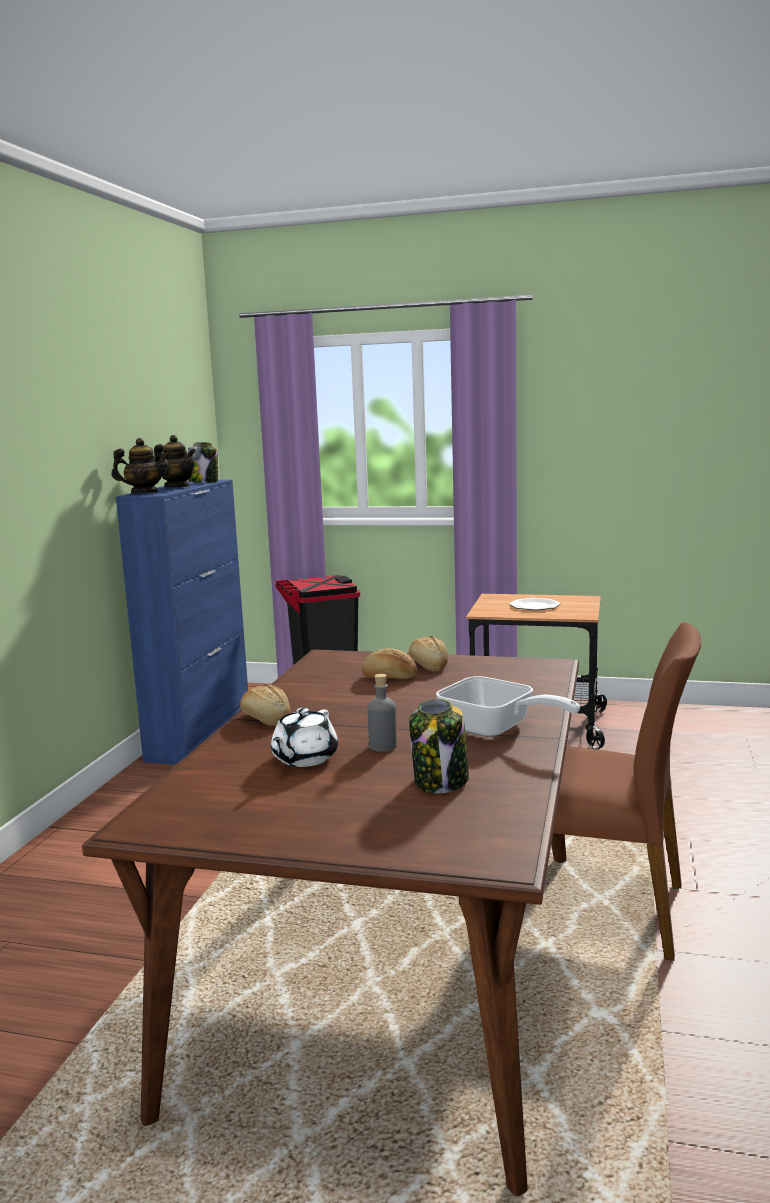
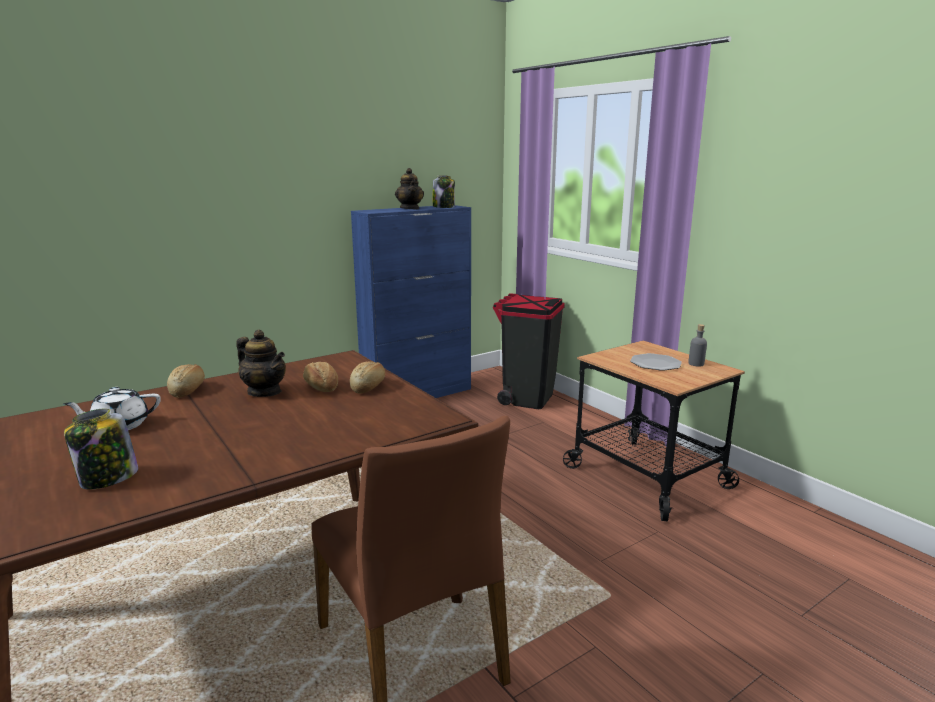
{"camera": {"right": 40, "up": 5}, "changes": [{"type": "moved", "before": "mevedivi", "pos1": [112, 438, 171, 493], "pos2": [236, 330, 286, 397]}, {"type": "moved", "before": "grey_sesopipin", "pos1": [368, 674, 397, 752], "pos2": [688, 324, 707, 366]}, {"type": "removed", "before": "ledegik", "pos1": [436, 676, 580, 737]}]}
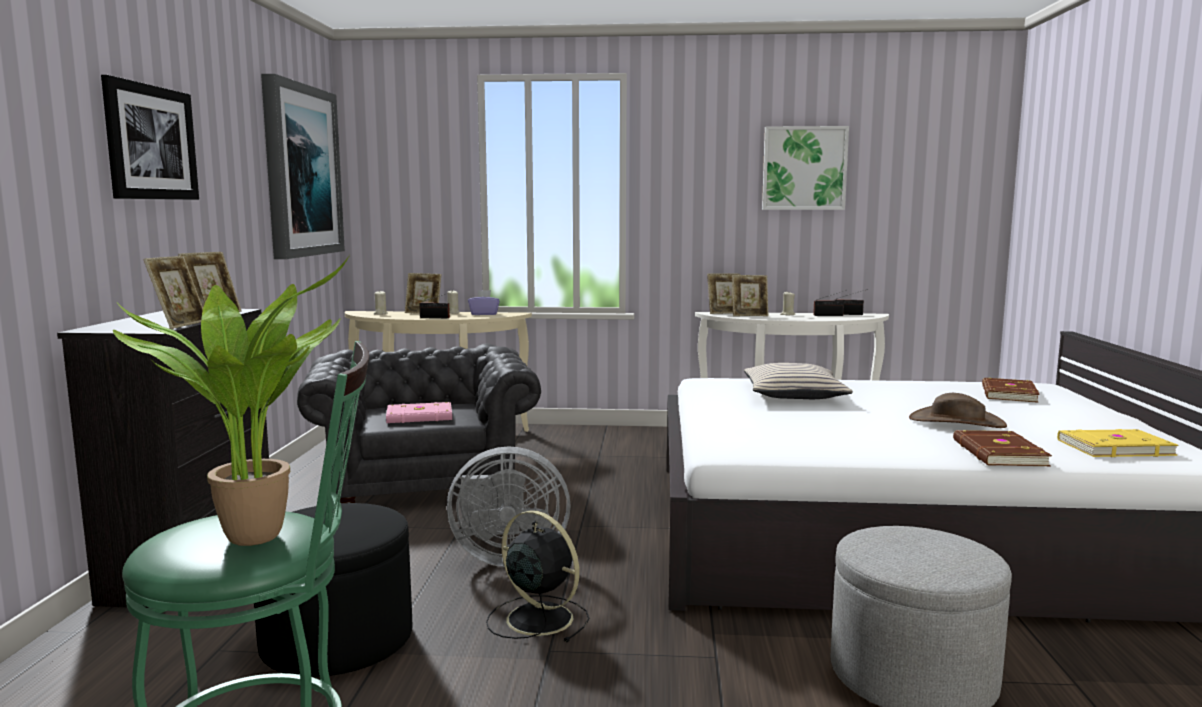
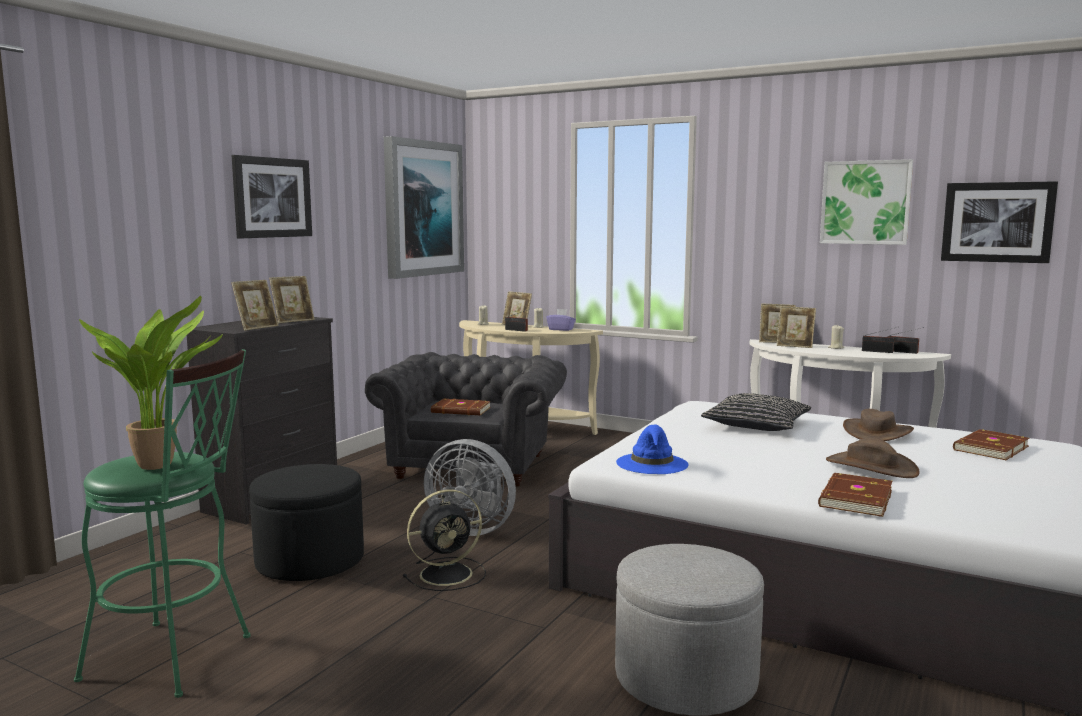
{"camera": {"right": 25, "up": 0}, "changes": [{"type": "recoloured", "before": "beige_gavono", "after": "black_gavono", "pos1": [744, 363, 853, 399], "pos2": [701, 393, 811, 431]}, {"type": "recoloured", "before": "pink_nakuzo", "after": "brown_nakuzo", "pos1": [386, 402, 452, 423], "pos2": [431, 399, 491, 415]}, {"type": "removed", "before": "yellow_nakuzo", "pos1": [1057, 429, 1178, 457]}, {"type": "turned", "before": "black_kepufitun", "pos1": [486, 510, 589, 642], "pos2": [403, 489, 486, 591], "turn": 90}, {"type": "added", "after": "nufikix", "pos2": [941, 181, 1058, 263]}, {"type": "added", "after": "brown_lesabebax", "pos2": [843, 409, 914, 441]}, {"type": "added", "after": "blue_lesabebax", "pos2": [616, 424, 688, 474]}]}
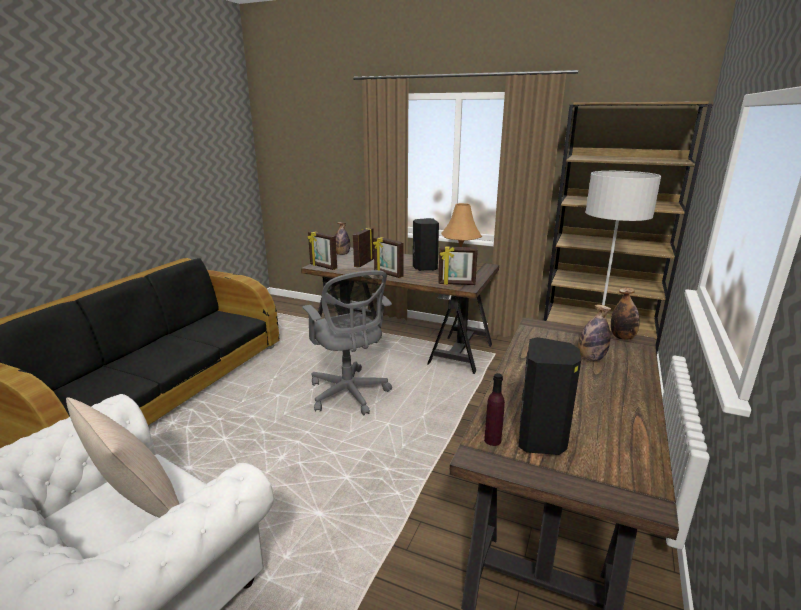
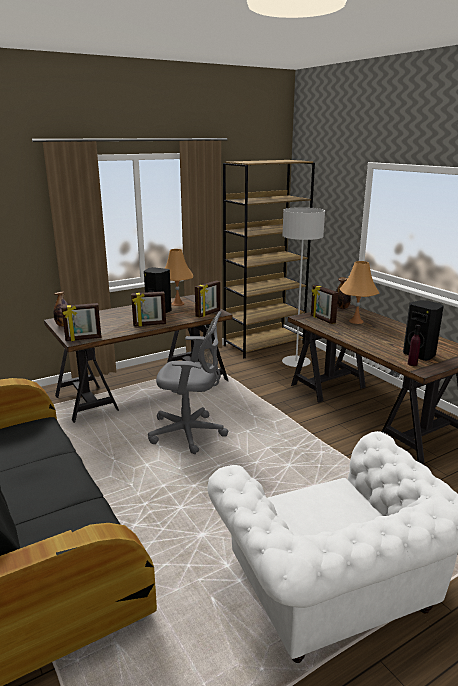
{"camera": {"right": -55, "up": 0}, "changes": [{"type": "moved", "before": "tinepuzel", "pos1": [353, 228, 374, 268], "pos2": [311, 285, 338, 324]}, {"type": "replaced", "before": "sesopipin", "after": "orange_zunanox", "pos1": [578, 304, 611, 361], "pos2": [340, 261, 379, 324]}, {"type": "removed", "before": "beige_gavono", "pos1": [66, 397, 179, 518]}]}
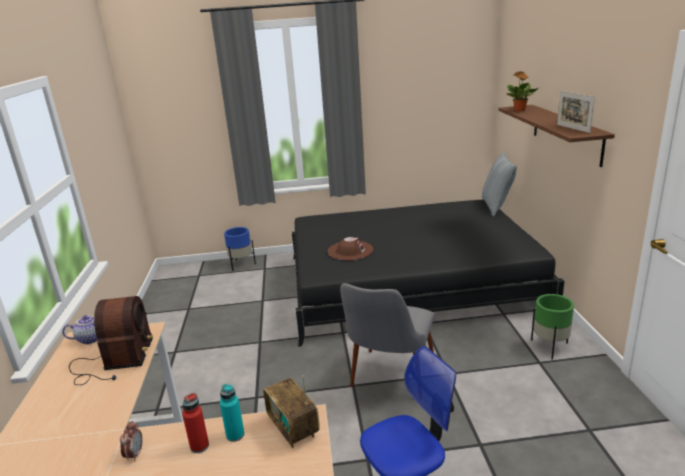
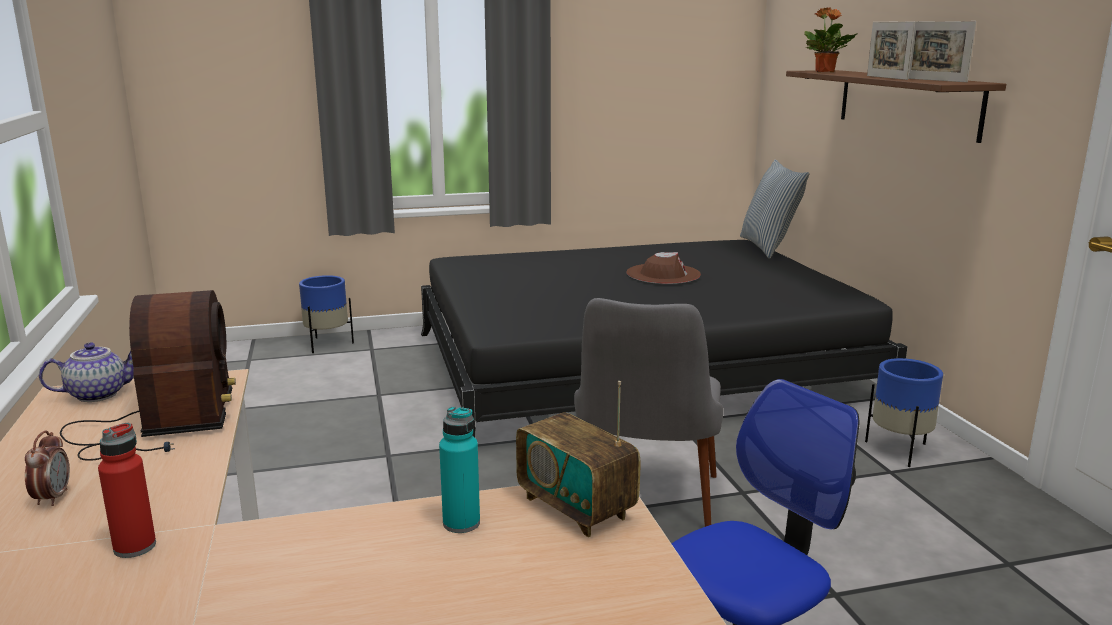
{"camera": {"right": -10, "up": -5}, "changes": [{"type": "moved", "before": "brown_lesabebax", "pos1": [328, 237, 373, 260], "pos2": [626, 252, 701, 284]}, {"type": "recoloured", "before": "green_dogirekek", "after": "blue_dogirekek", "pos1": [531, 294, 574, 360], "pos2": [865, 358, 943, 467]}, {"type": "moved", "before": "red_sesopipin", "pos1": [182, 393, 209, 453], "pos2": [98, 423, 156, 558]}, {"type": "moved", "before": "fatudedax", "pos1": [120, 421, 143, 461], "pos2": [25, 430, 70, 506]}, {"type": "added", "after": "tinepuzel", "pos2": [867, 21, 915, 80]}]}
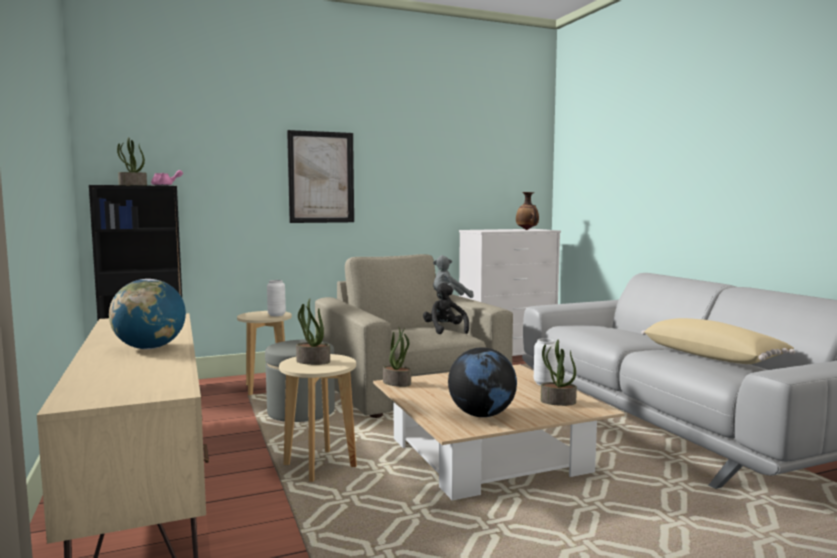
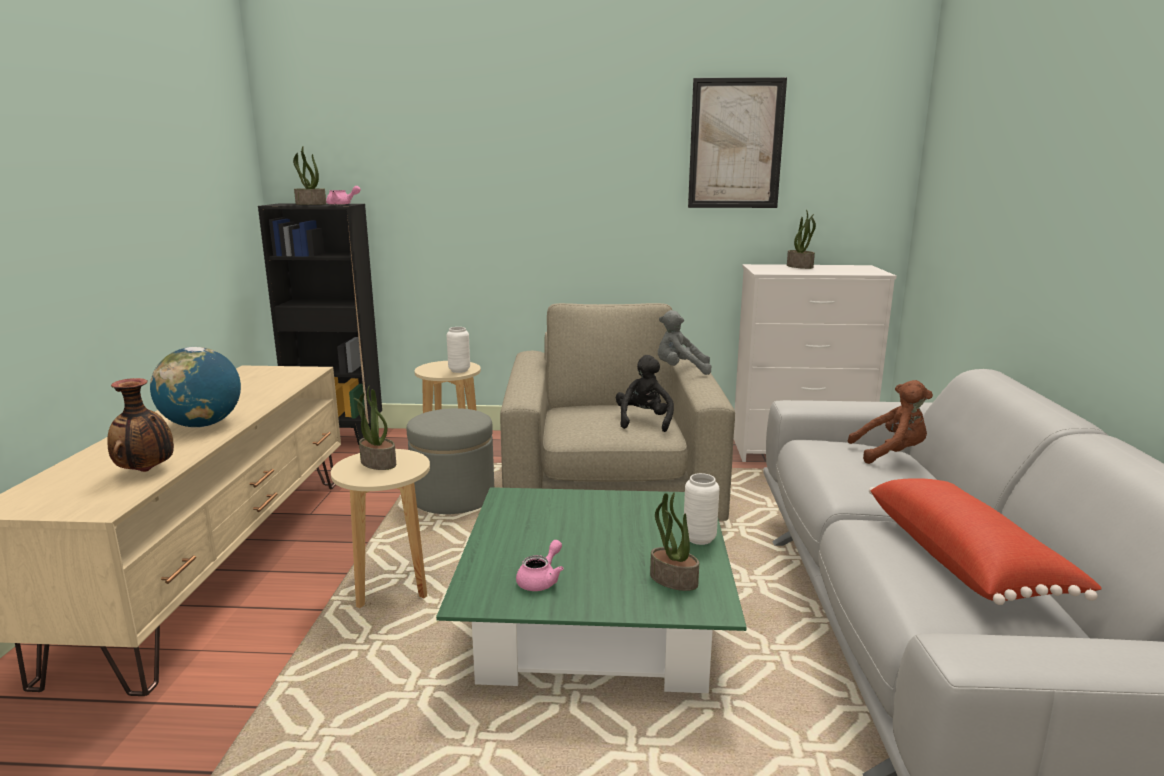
{"camera": {"right": 25, "up": 10}, "changes": [{"type": "moved", "before": "nufikix", "pos1": [287, 130, 354, 223], "pos2": [688, 77, 787, 208]}, {"type": "moved", "before": "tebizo", "pos1": [516, 192, 539, 230], "pos2": [107, 378, 174, 472]}, {"type": "recoloured", "before": "beige_gavono", "after": "red_gavono", "pos1": [642, 318, 795, 364], "pos2": [869, 478, 1102, 605]}, {"type": "moved", "before": "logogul", "pos1": [383, 326, 411, 387], "pos2": [787, 210, 816, 269]}, {"type": "replaced", "before": "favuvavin", "after": "pink_mevedivi", "pos1": [448, 347, 517, 417], "pos2": [516, 540, 564, 591]}, {"type": "recoloured", "before": "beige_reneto", "after": "green_reneto", "pos1": [373, 364, 625, 501], "pos2": [436, 487, 747, 693]}, {"type": "added", "after": "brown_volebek", "pos2": [848, 380, 933, 464]}]}
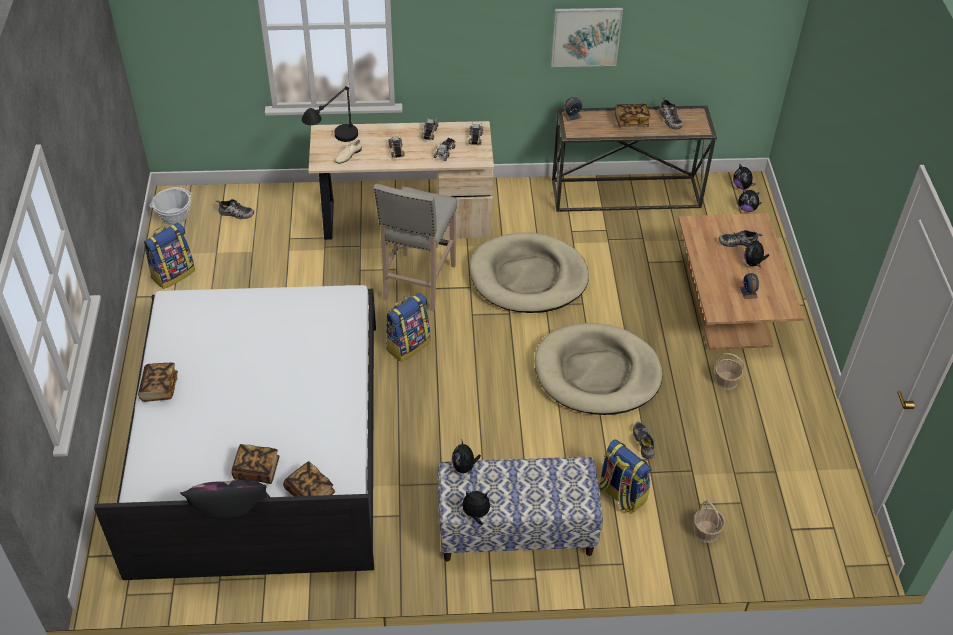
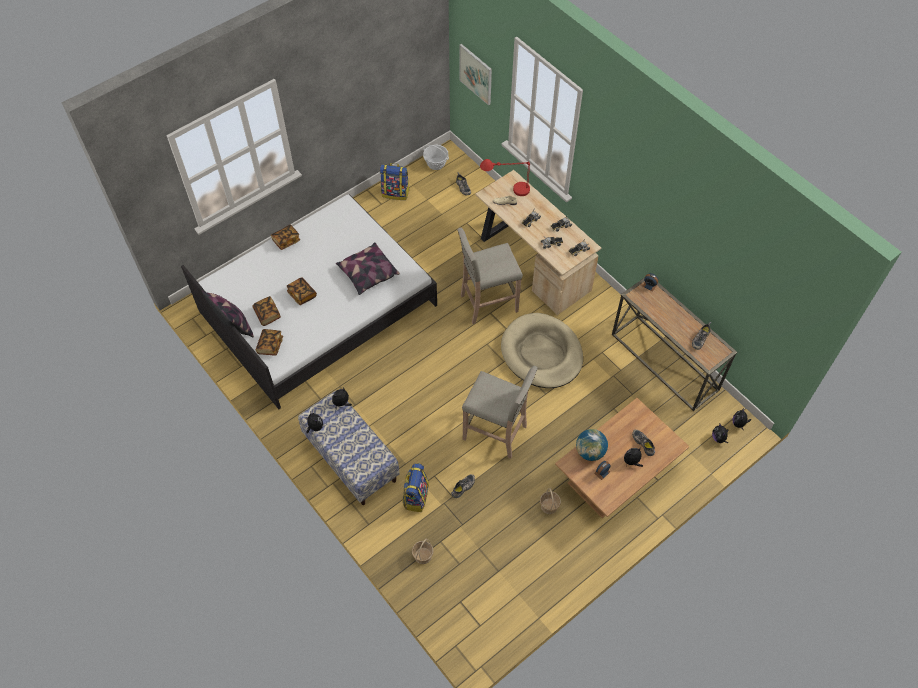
{"camera": {"right": 55, "up": 10}, "changes": [{"type": "moved", "before": "nufikix", "pos1": [551, 8, 623, 67], "pos2": [459, 44, 492, 106]}, {"type": "recoloured", "before": "black_zunanox", "after": "red_zunanox", "pos1": [302, 86, 358, 142], "pos2": [480, 159, 530, 196]}, {"type": "moved", "before": "nakuzo", "pos1": [615, 104, 650, 127], "pos2": [287, 278, 317, 305]}, {"type": "removed", "before": "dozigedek", "pos1": [385, 293, 430, 362]}, {"type": "replaced", "before": "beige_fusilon", "after": "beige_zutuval", "pos1": [535, 323, 662, 415], "pos2": [462, 366, 538, 459]}, {"type": "added", "after": "gavono", "pos2": [336, 242, 400, 295]}, {"type": "added", "after": "favuvavin", "pos2": [576, 429, 608, 461]}]}
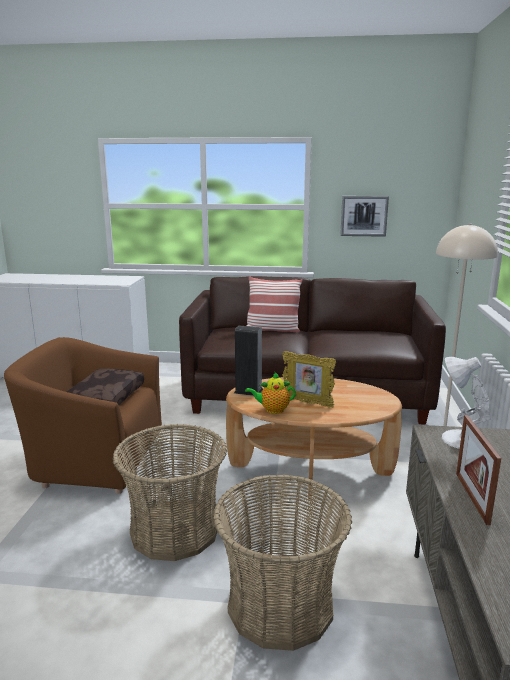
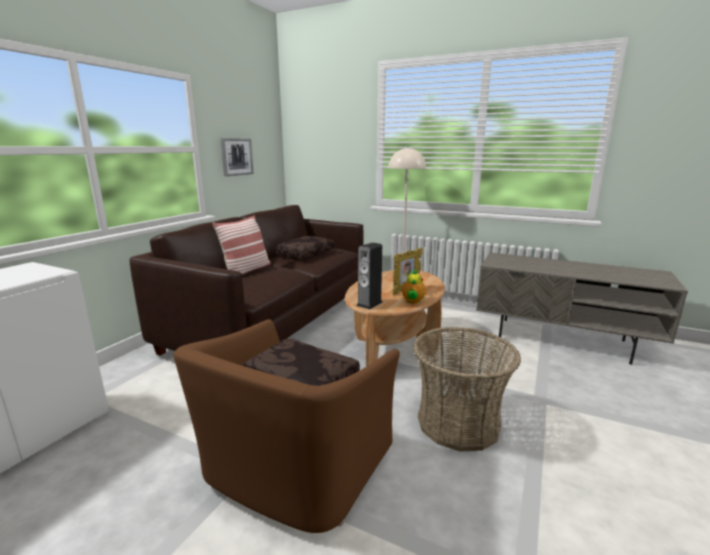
{"camera": {"right": -70, "up": 0}, "changes": [{"type": "removed", "before": "white_zunanox", "pos1": [442, 357, 491, 449]}, {"type": "removed", "before": "tinepuzel", "pos1": [456, 415, 501, 525]}, {"type": "removed", "before": "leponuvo", "pos1": [213, 474, 352, 651]}, {"type": "added", "after": "brown_gavono", "pos2": [274, 236, 334, 259]}]}
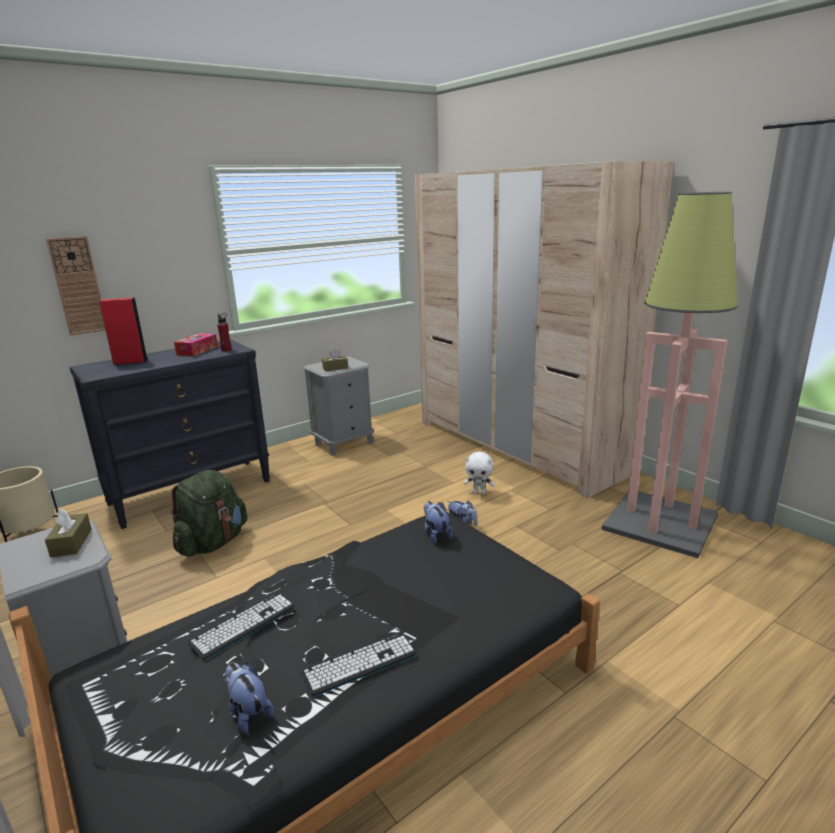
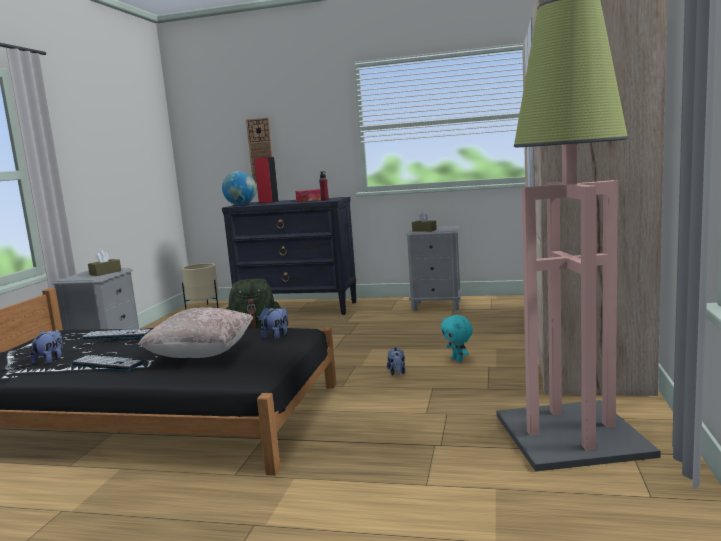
{"camera": {"right": 50, "up": -10}, "changes": [{"type": "recoloured", "before": "white_volebek", "after": "turquoise_volebek", "pos1": [464, 452, 495, 494], "pos2": [441, 315, 473, 362]}, {"type": "added", "after": "favuvavin", "pos2": [222, 171, 256, 205]}, {"type": "added", "after": "beige_gavono", "pos2": [138, 307, 254, 358]}]}
